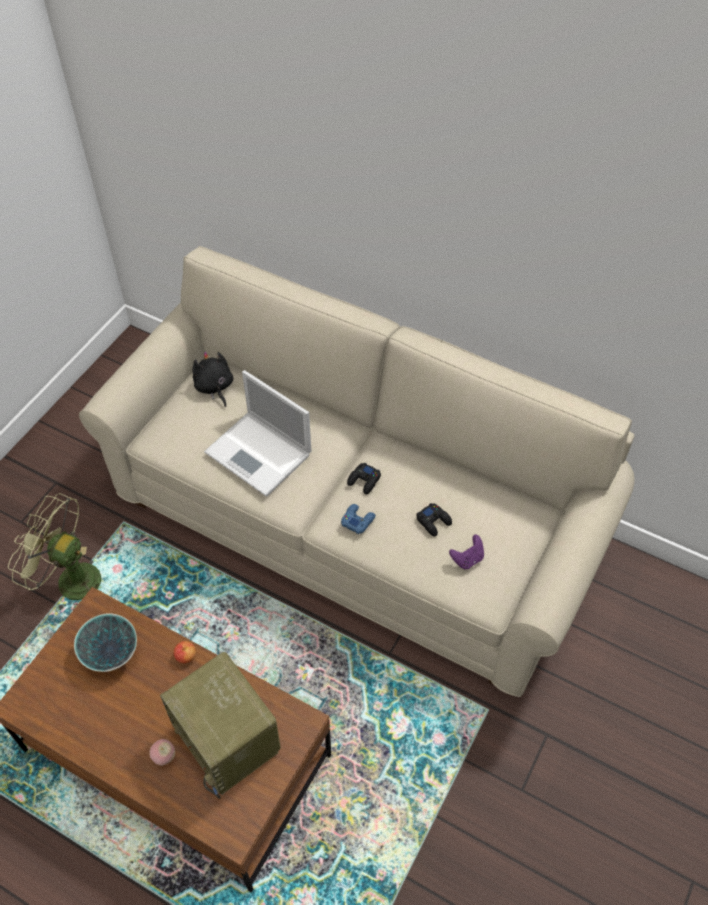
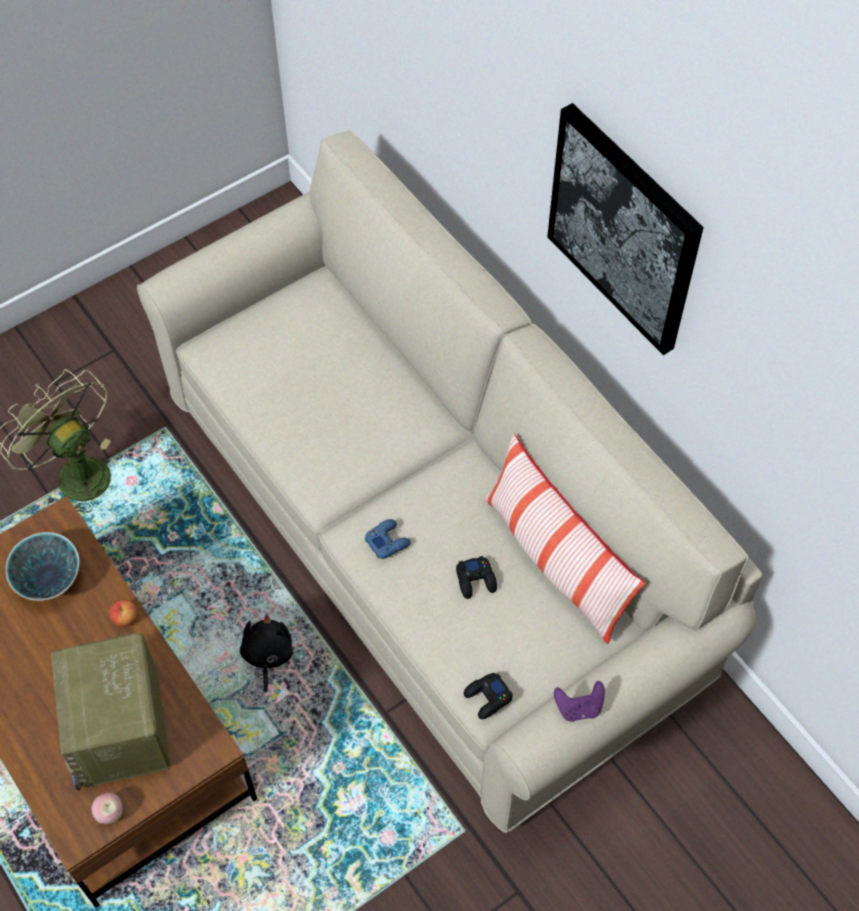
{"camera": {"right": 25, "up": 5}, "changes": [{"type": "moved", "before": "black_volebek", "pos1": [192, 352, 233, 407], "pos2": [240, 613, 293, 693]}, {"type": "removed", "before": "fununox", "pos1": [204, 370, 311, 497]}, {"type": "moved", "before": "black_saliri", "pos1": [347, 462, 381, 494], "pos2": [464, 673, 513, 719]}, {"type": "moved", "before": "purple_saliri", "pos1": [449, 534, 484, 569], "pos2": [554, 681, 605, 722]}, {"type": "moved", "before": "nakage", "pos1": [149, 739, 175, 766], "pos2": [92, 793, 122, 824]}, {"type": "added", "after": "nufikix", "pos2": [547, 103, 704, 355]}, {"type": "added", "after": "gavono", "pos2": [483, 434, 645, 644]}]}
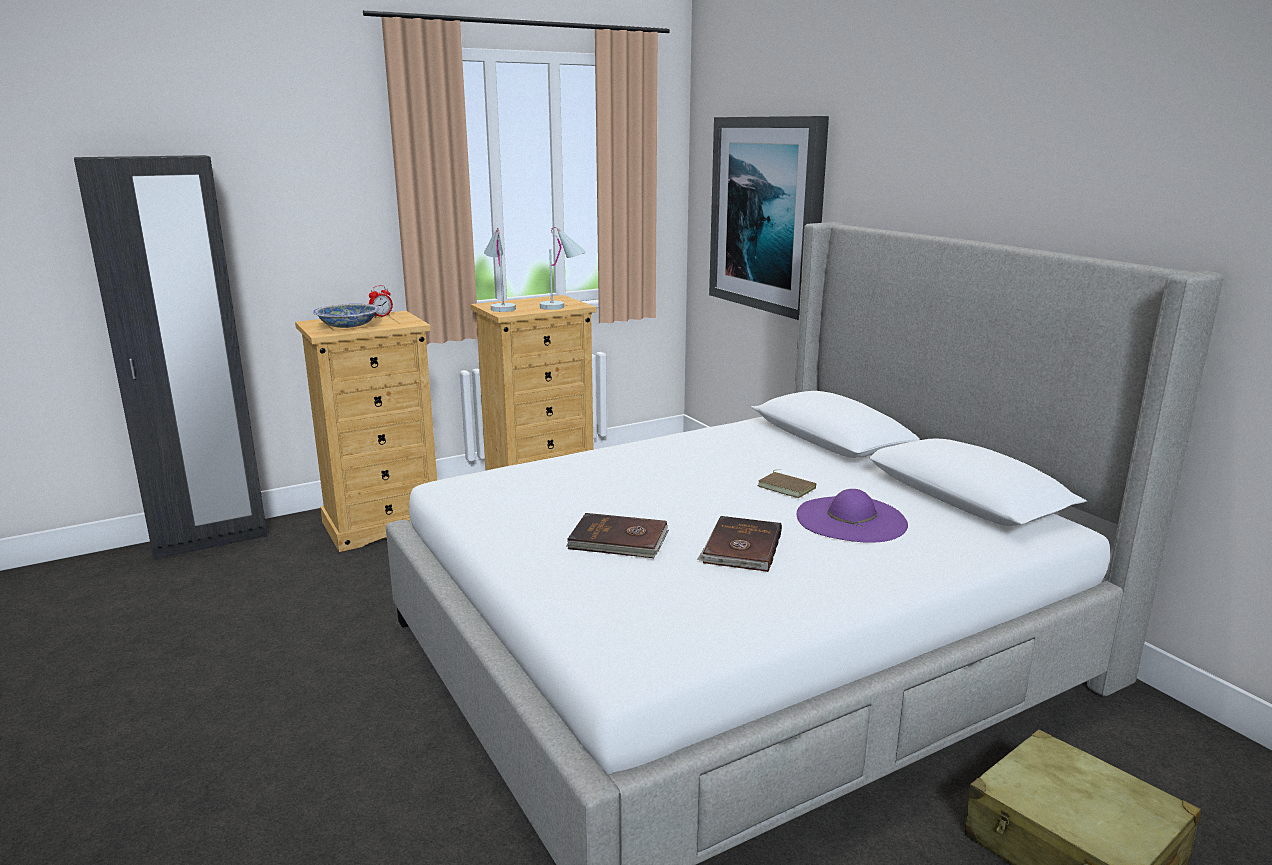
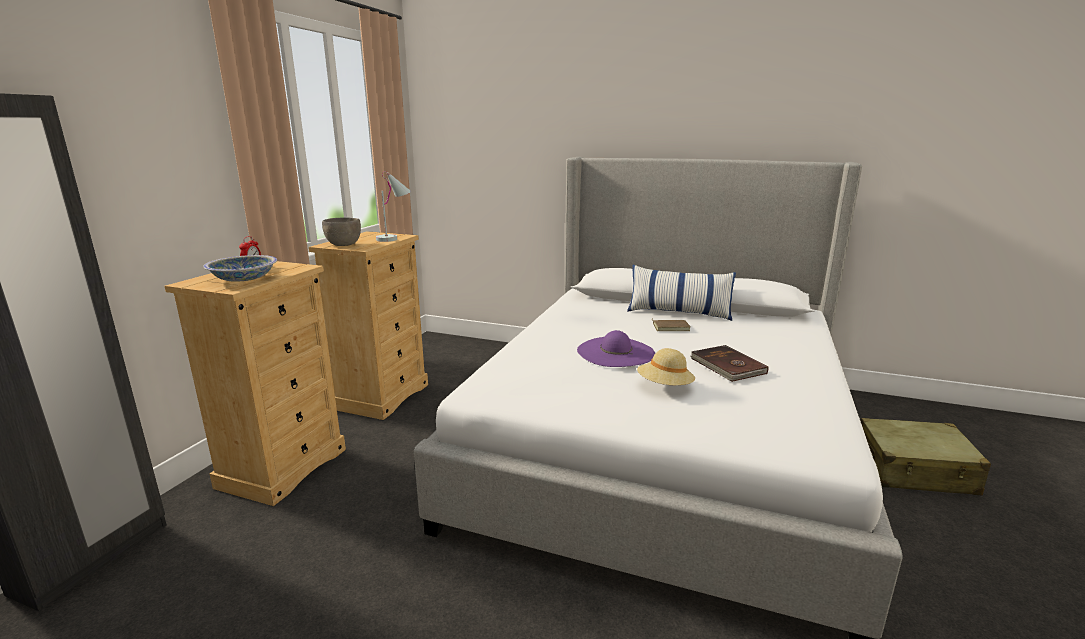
{"camera": {"right": -40, "up": 0}, "changes": [{"type": "removed", "before": "nufikix", "pos1": [709, 116, 829, 320]}, {"type": "replaced", "before": "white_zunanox", "after": "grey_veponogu", "pos1": [484, 228, 516, 312], "pos2": [322, 217, 361, 246]}, {"type": "moved", "before": "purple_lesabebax", "pos1": [797, 489, 908, 543], "pos2": [577, 330, 655, 367]}, {"type": "replaced", "before": "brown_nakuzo", "after": "beige_lesabebax", "pos1": [566, 513, 669, 558], "pos2": [637, 348, 695, 385]}, {"type": "added", "after": "gavono", "pos2": [627, 265, 736, 321]}]}
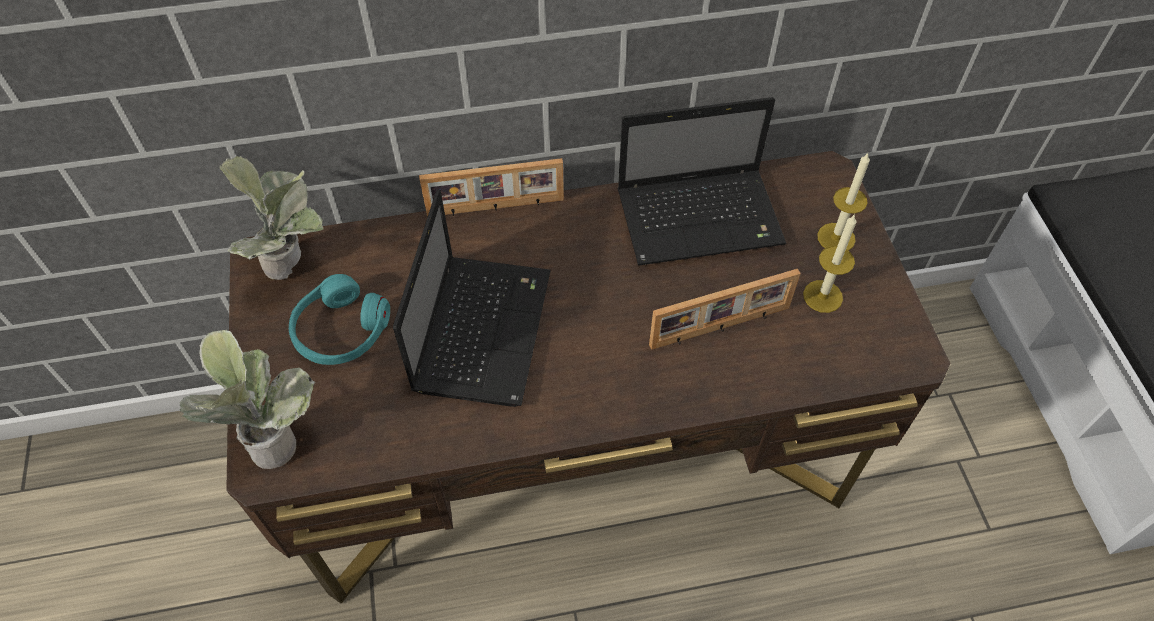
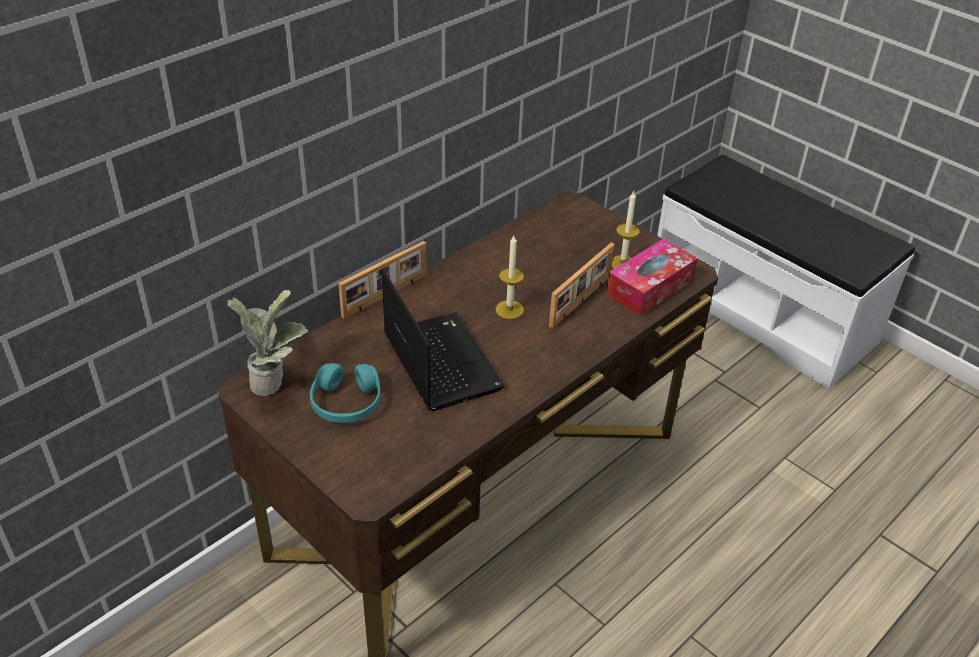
{"camera": {"right": -35, "up": -15}, "changes": [{"type": "removed", "before": "fununox", "pos1": [617, 97, 787, 266]}, {"type": "moved", "before": "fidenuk", "pos1": [817, 153, 870, 251], "pos2": [496, 236, 524, 319]}, {"type": "removed", "before": "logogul", "pos1": [180, 330, 315, 469]}, {"type": "added", "after": "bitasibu", "pos2": [606, 239, 698, 316]}]}
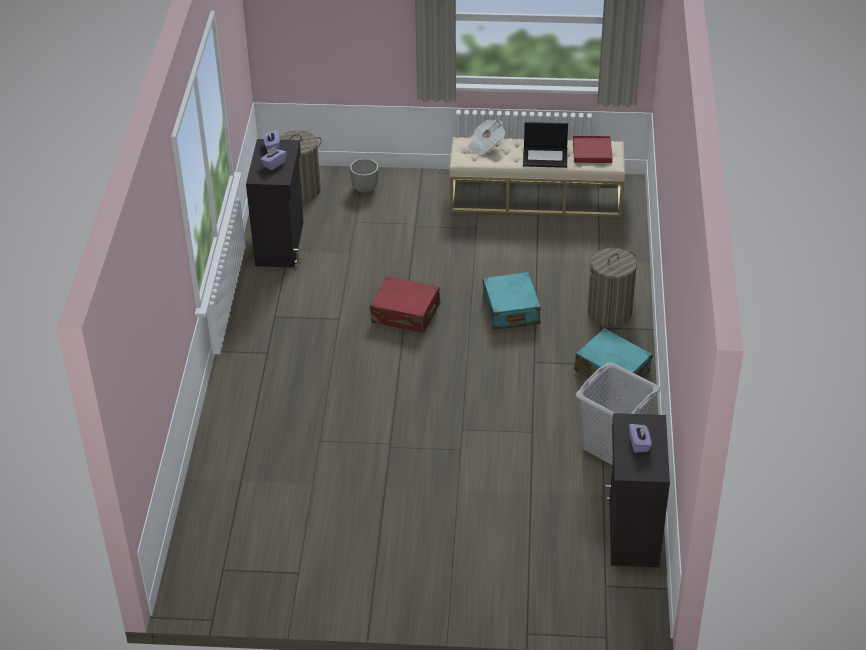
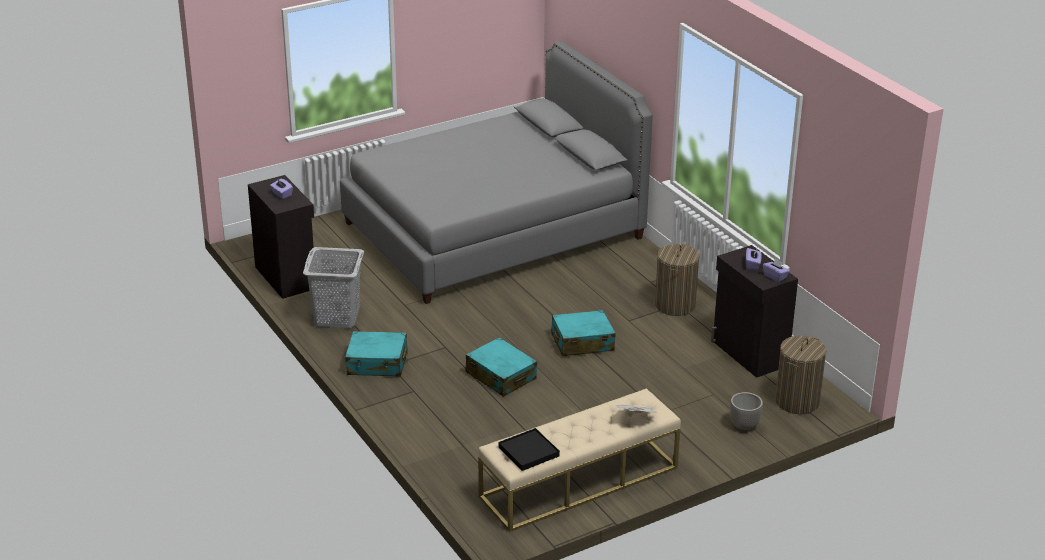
{"camera": {"right": 145, "up": -10}, "changes": [{"type": "removed", "before": "fununox", "pos1": [523, 122, 568, 168]}, {"type": "recoloured", "before": "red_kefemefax", "after": "black_kefemefax", "pos1": [573, 136, 612, 163], "pos2": [498, 428, 560, 471]}, {"type": "moved", "before": "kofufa", "pos1": [588, 248, 637, 326], "pos2": [655, 244, 699, 316]}, {"type": "recoloured", "before": "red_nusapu", "after": "turquoise_nusapu", "pos1": [370, 276, 440, 333], "pos2": [551, 310, 616, 356]}, {"type": "added", "after": "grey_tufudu", "pos2": [340, 41, 653, 304]}]}
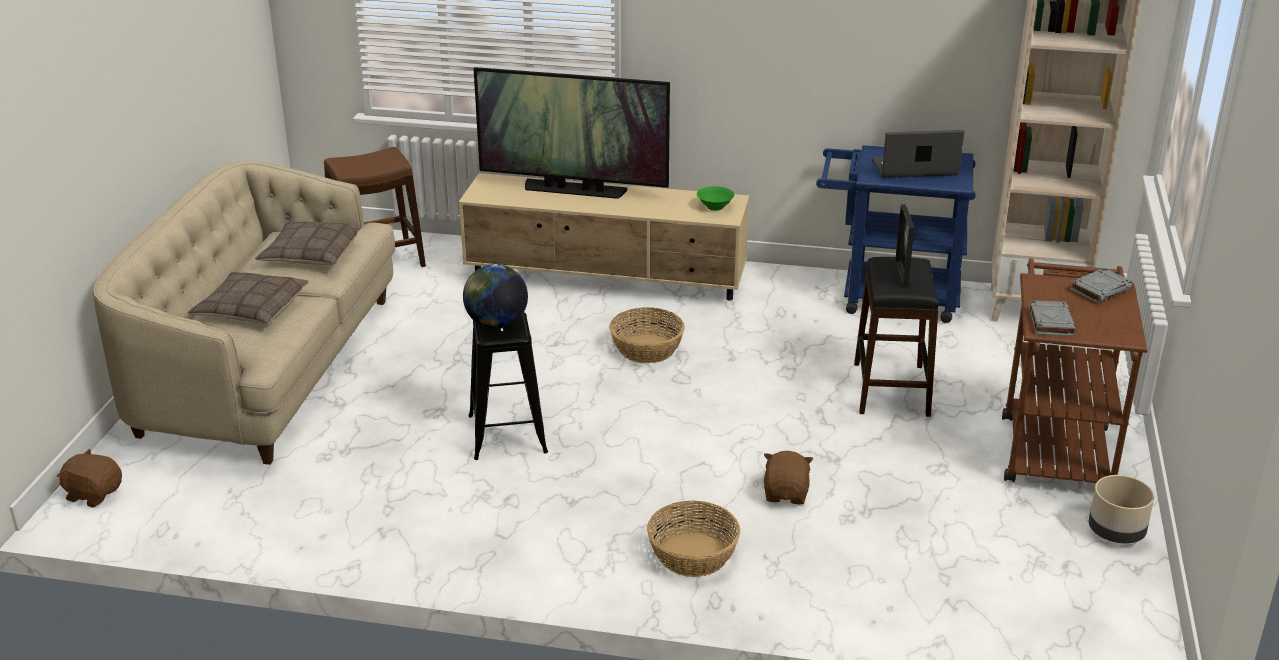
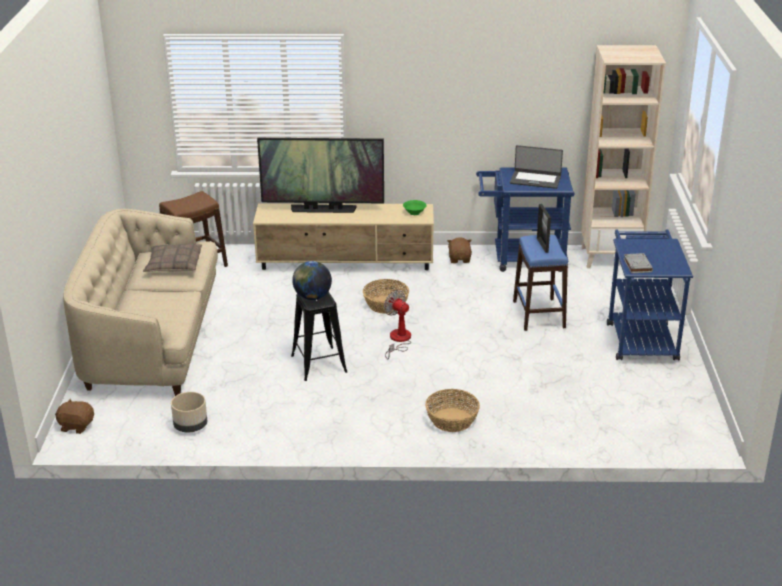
{"camera": {"right": -10, "up": 0}, "changes": [{"type": "turned", "before": "fununox", "pos1": [872, 130, 964, 178], "pos2": [510, 145, 563, 189], "turn": -150}, {"type": "recoloured", "before": "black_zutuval", "after": "blue_zutuval", "pos1": [854, 257, 939, 417], "pos2": [513, 235, 568, 331]}, {"type": "recoloured", "before": "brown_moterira", "after": "blue_moterira", "pos1": [1002, 258, 1148, 483], "pos2": [607, 229, 693, 361]}, {"type": "removed", "before": "grey_nakuzo", "pos1": [1070, 268, 1133, 303]}, {"type": "removed", "before": "gavono", "pos1": [188, 272, 309, 324]}, {"type": "moved", "before": "brown_volebek", "pos1": [764, 451, 813, 504], "pos2": [447, 237, 472, 263]}, {"type": "moved", "before": "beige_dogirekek", "pos1": [1089, 475, 1154, 543], "pos2": [171, 392, 207, 432]}, {"type": "added", "after": "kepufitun", "pos2": [384, 290, 411, 359]}]}
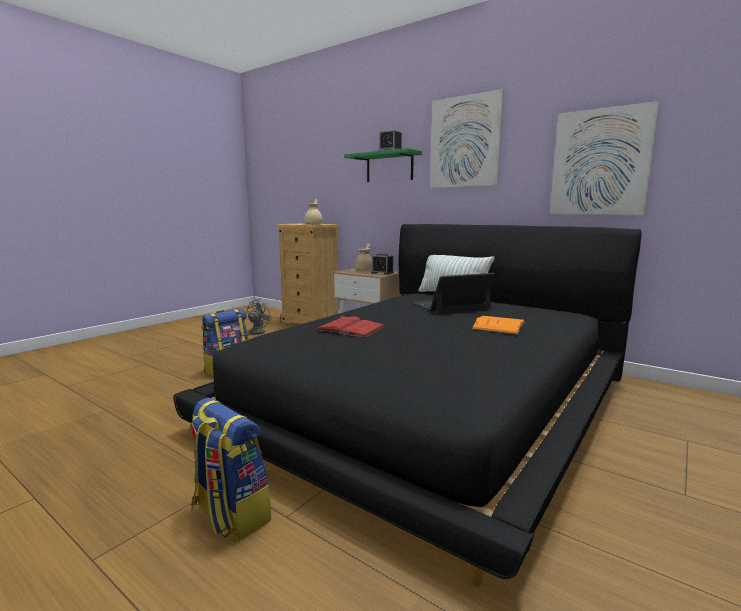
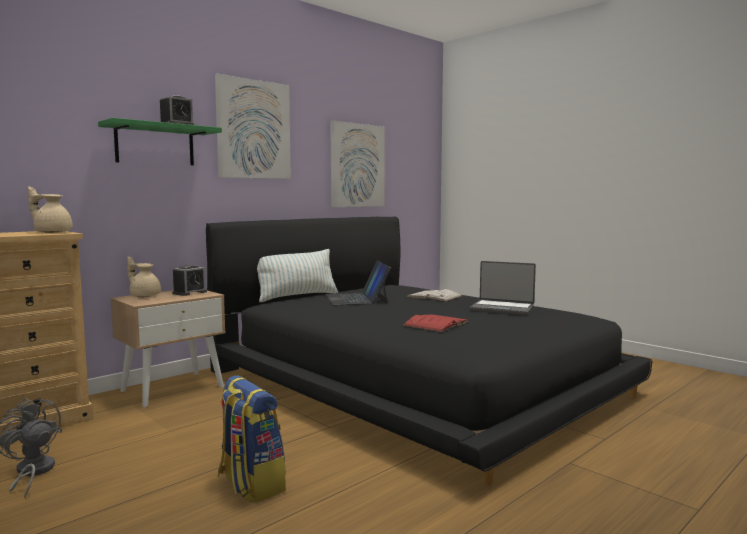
{"camera": {"right": -80, "up": -5}, "changes": [{"type": "recoloured", "before": "orange_nakuzo", "after": "white_nakuzo", "pos1": [472, 316, 525, 335], "pos2": [407, 289, 462, 301]}, {"type": "removed", "before": "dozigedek", "pos1": [189, 398, 271, 542]}, {"type": "added", "after": "fununox", "pos2": [470, 261, 536, 315]}]}
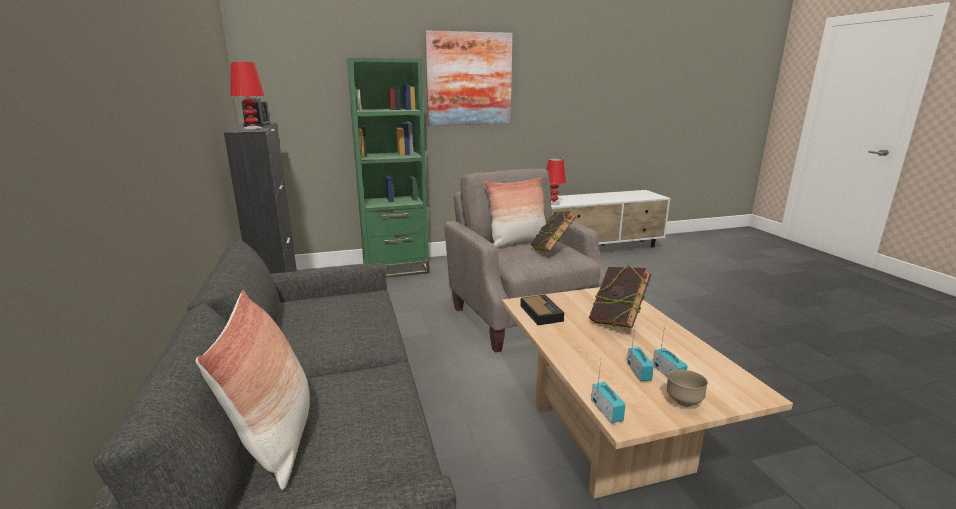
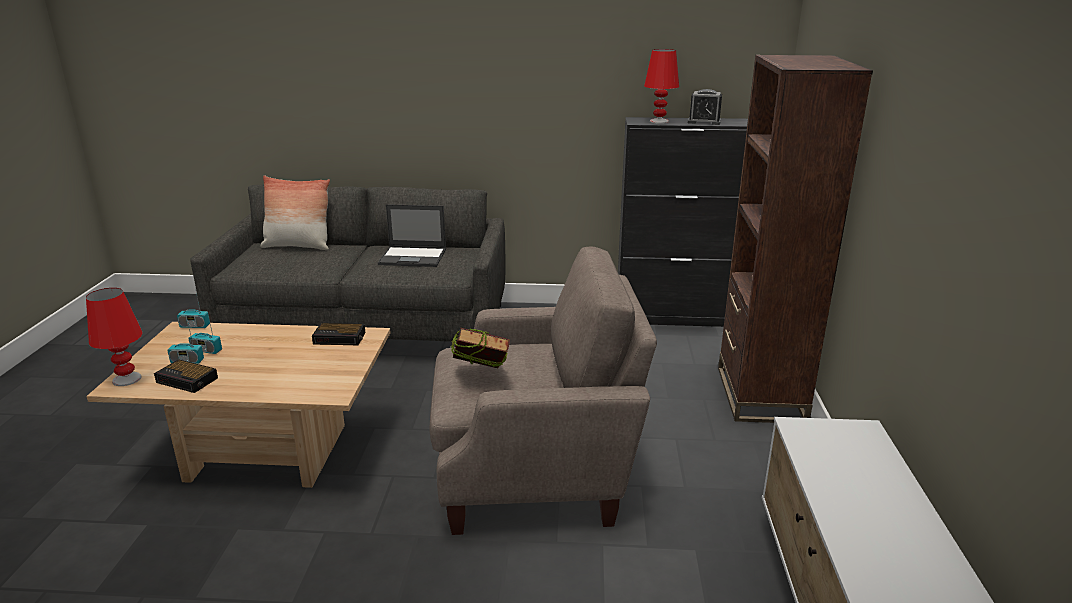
{"camera": {"right": 110, "up": 5}, "changes": [{"type": "removed", "before": "nufikix", "pos1": [425, 30, 512, 126]}, {"type": "recoloured", "before": "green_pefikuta", "after": "brown_pefikuta", "pos1": [346, 58, 430, 278], "pos2": [718, 55, 873, 423]}, {"type": "moved", "before": "red_zunanox", "pos1": [546, 158, 566, 205], "pos2": [86, 288, 143, 386]}, {"type": "removed", "before": "gavono", "pos1": [484, 177, 546, 248]}, {"type": "removed", "before": "nakuzo", "pos1": [589, 264, 651, 328]}, {"type": "removed", "before": "brown_veponogu", "pos1": [667, 370, 708, 407]}, {"type": "added", "after": "fununox", "pos2": [378, 204, 446, 267]}, {"type": "added", "after": "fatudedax", "pos2": [154, 359, 218, 393]}]}
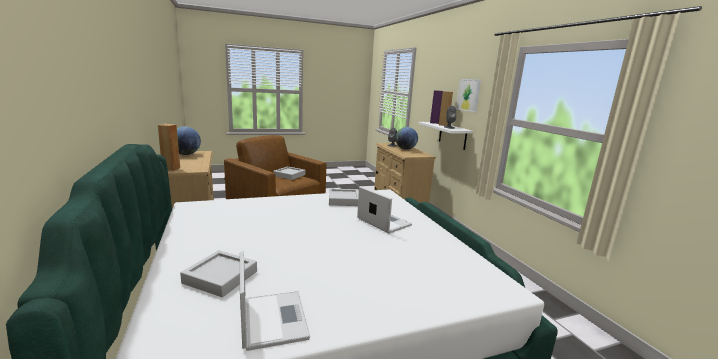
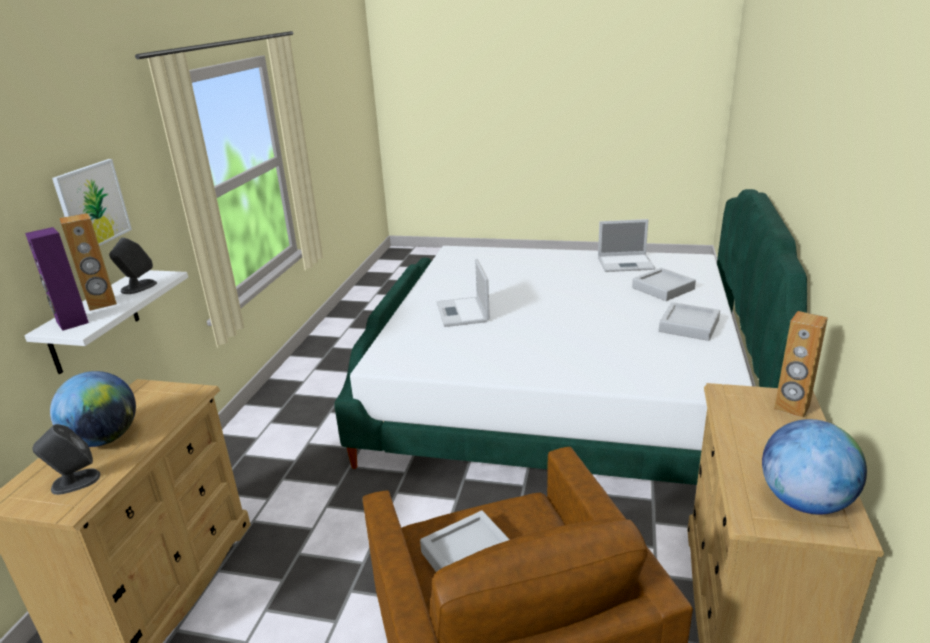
{"camera": {"right": -145, "up": 10}, "changes": [{"type": "moved", "before": "grey_kefemefax", "pos1": [329, 188, 359, 206], "pos2": [659, 302, 720, 341]}, {"type": "turned", "before": "fununox", "pos1": [240, 251, 310, 351], "pos2": [598, 219, 655, 272], "turn": -105}]}
